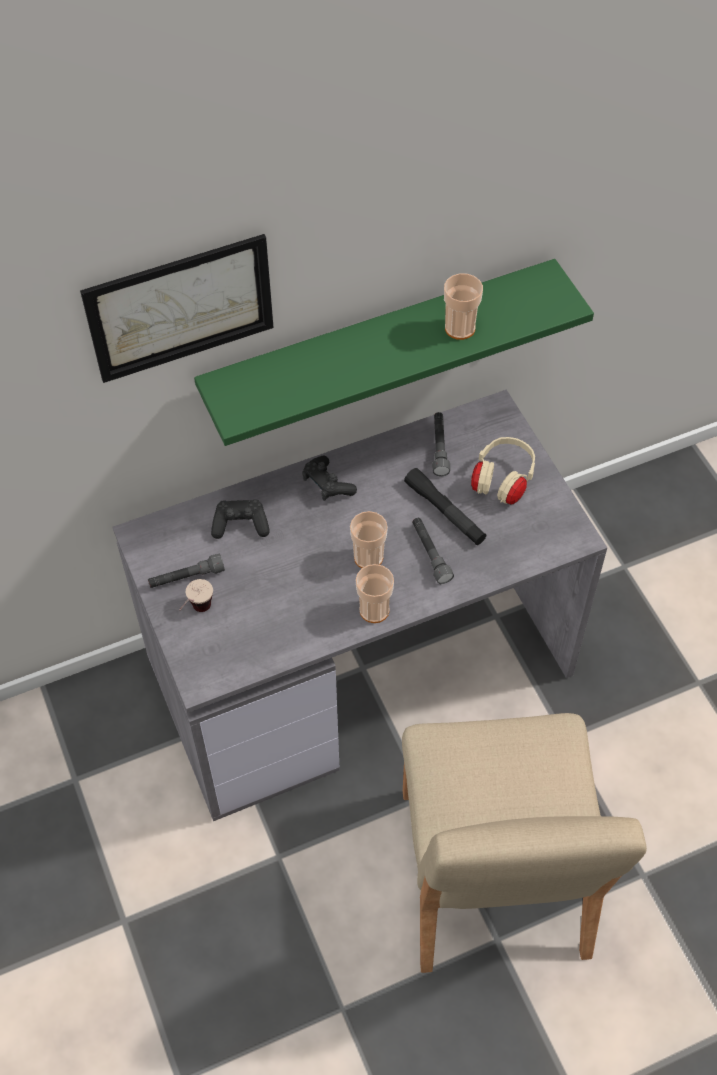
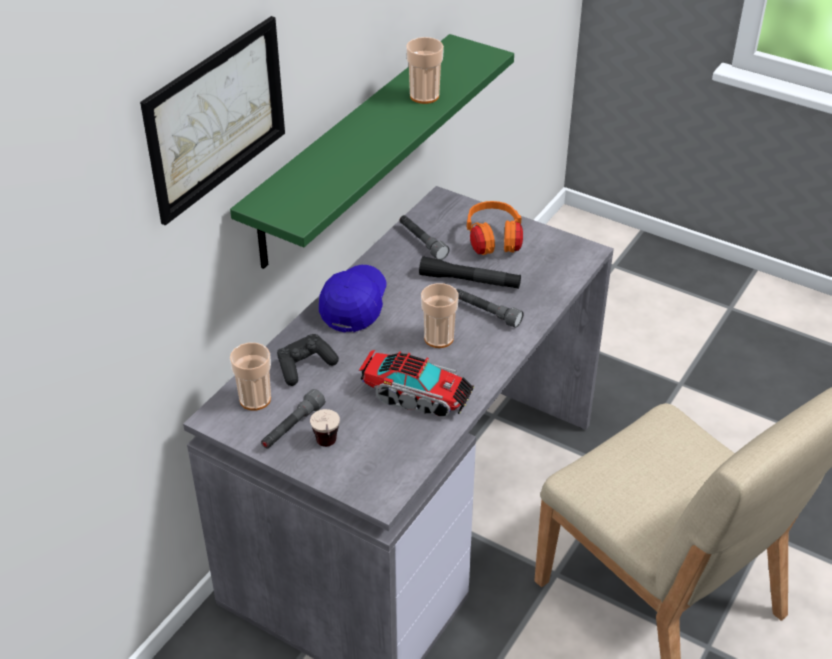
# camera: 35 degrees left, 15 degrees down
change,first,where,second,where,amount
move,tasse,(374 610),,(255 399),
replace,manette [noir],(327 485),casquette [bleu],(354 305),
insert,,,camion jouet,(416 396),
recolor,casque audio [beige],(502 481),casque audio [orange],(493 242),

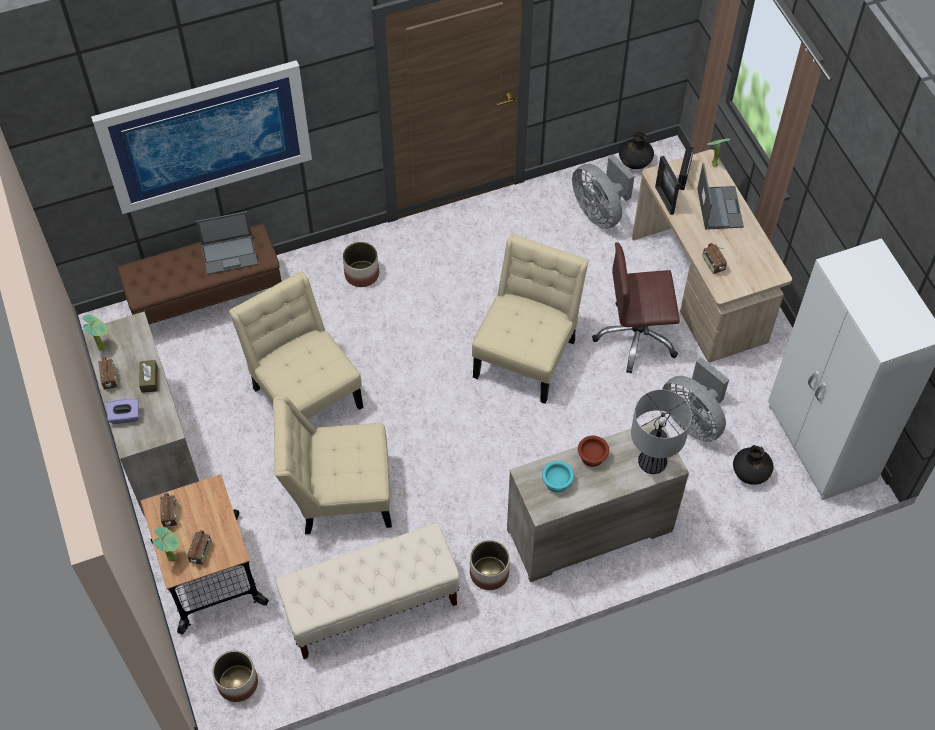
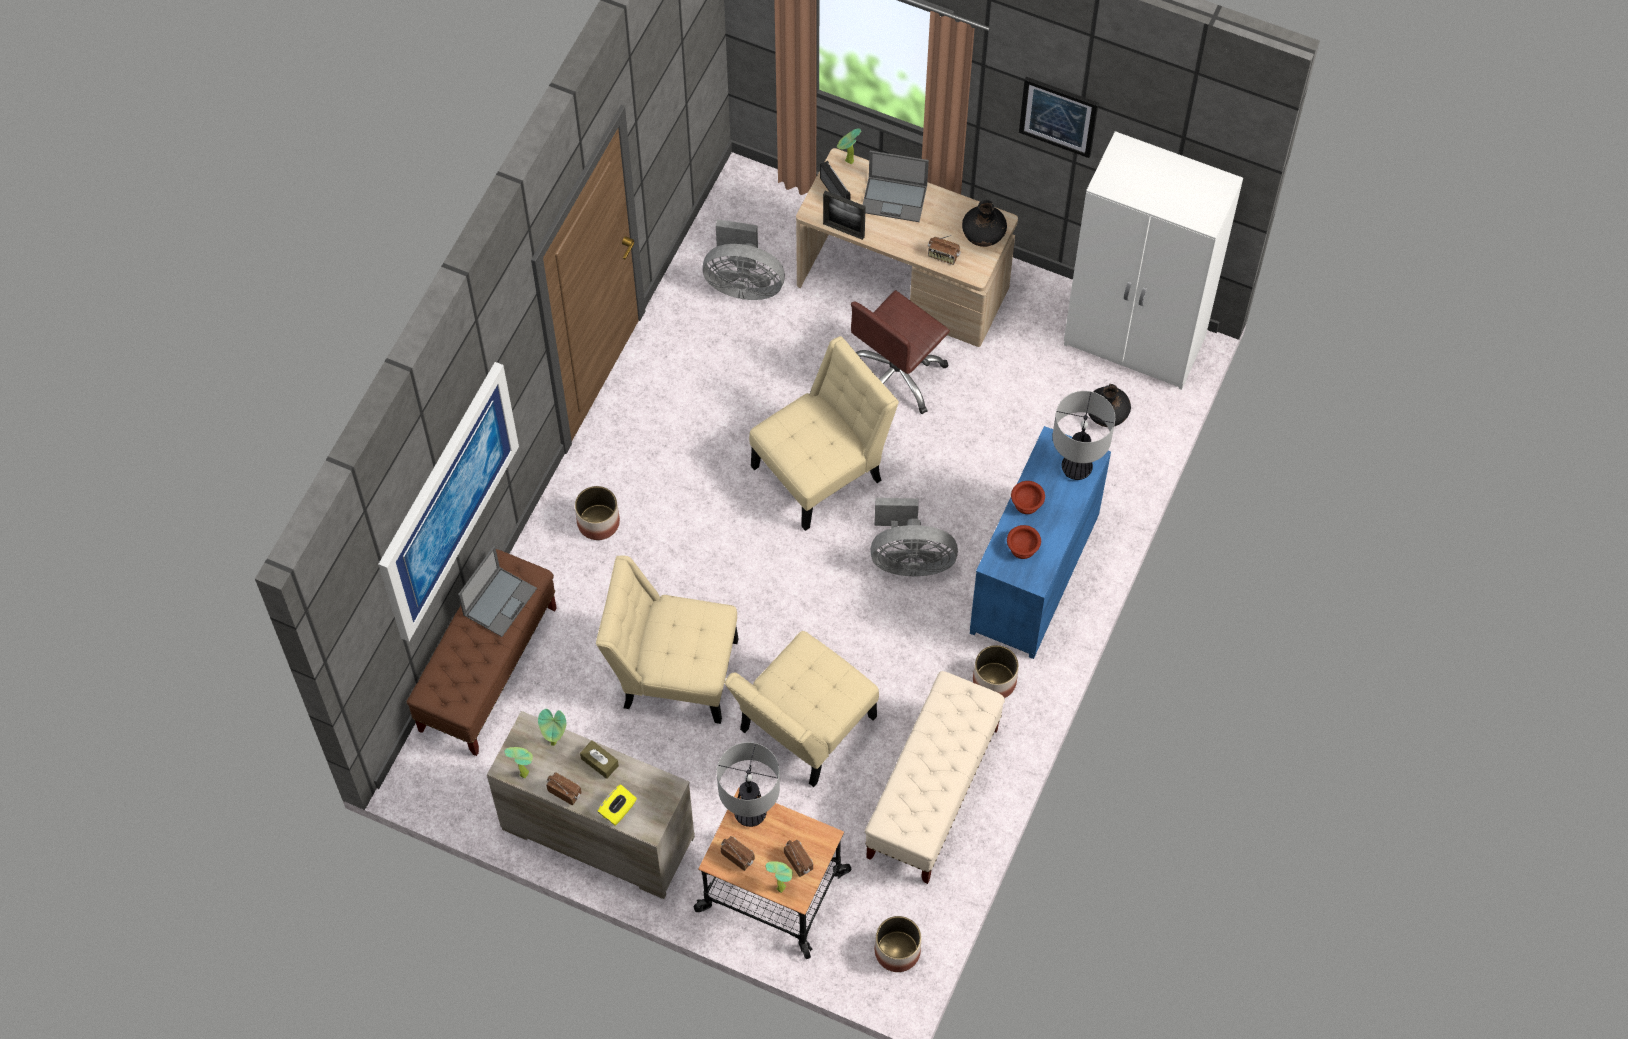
# camera: 45 degrees left, 5 degrees up
change,first,where,second,where,amount
insert,,,plante en pot,(555 742),
recolor,boîte à mouchoirs [violet],(125 417),boîte à mouchoirs [jaune],(618 810),
insert,,,lampe de table,(750 813),
rotate,chaise [beige],(527 354),,(823 469),75 degrees clockwise
rotate,ordinateur portable,(719 207),,(895 199),150 degrees clockwise
move,ventilateur [gris],(693 419),,(909 560),
move,vase [noir],(634 163),,(983 236),
recolor,commode [beige],(589 531),commode [bleu],(1035 576),
recolor,bol [turquoise],(558 482),bol [marron],(1023 547),
insert,,,tableau,(1058 116),

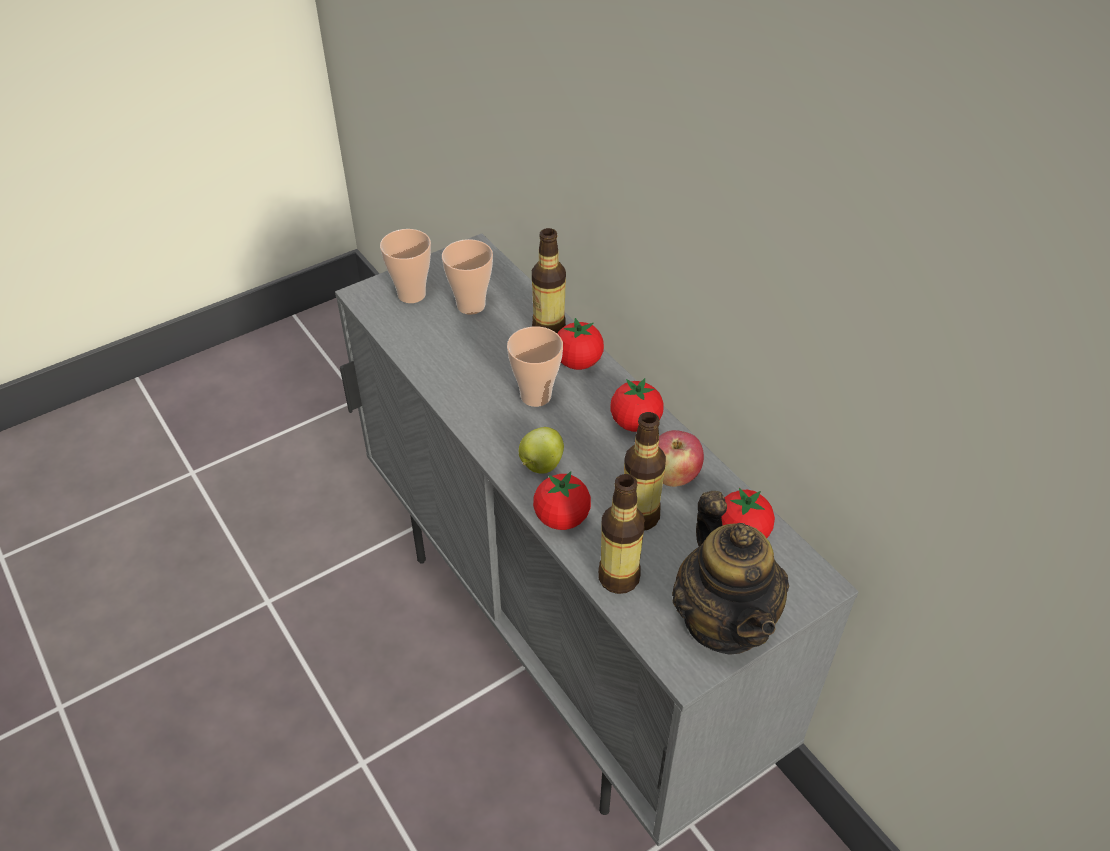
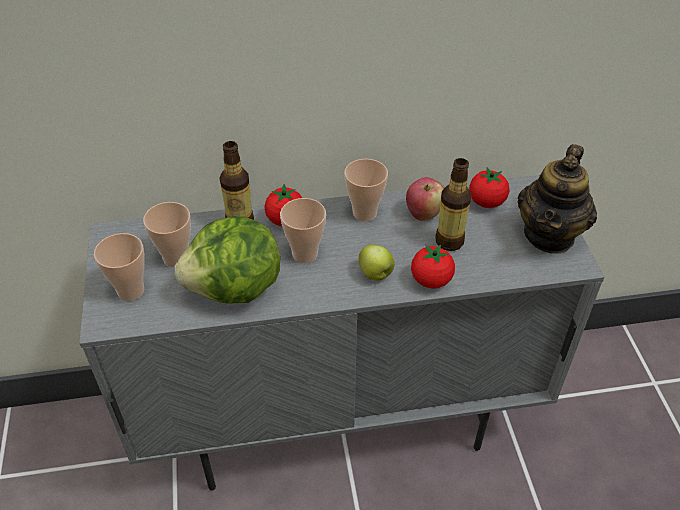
# camera: 65 degrees left, 0 degrees up
change,first,where,second,where,amount
insert,,,laitue,(236 289),
replace,tomate,(635 423),tasse,(364 213),
rotate,théière,(724 621),,(549 235),105 degrees clockwise
delete,bouteille,(618 577),,,

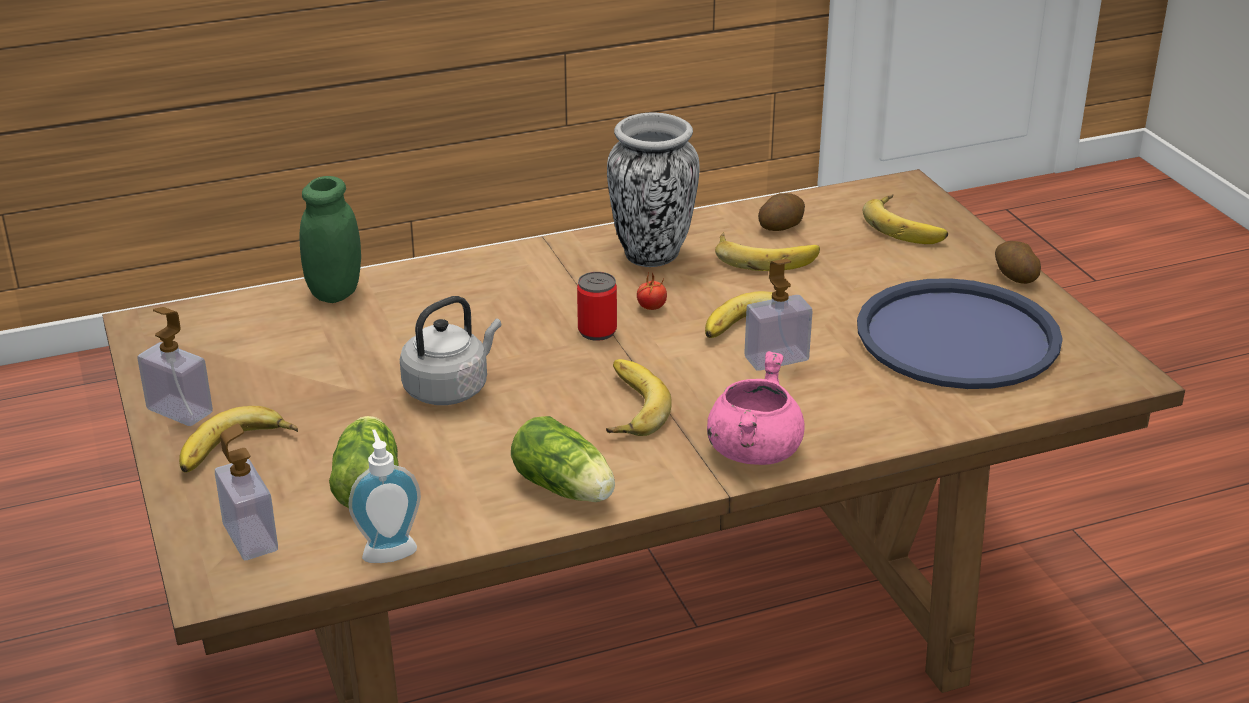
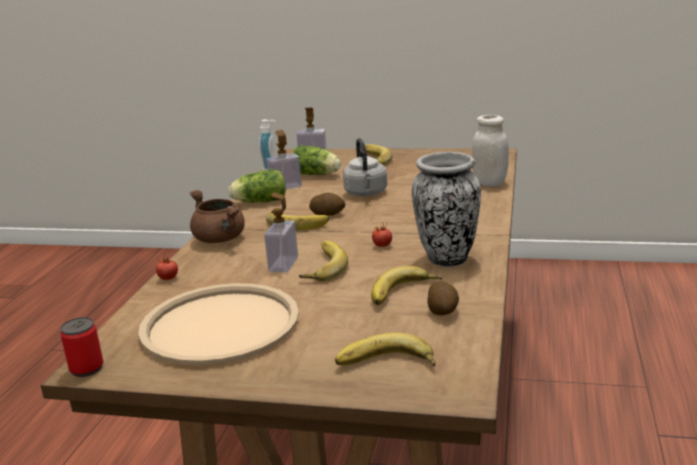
# camera: 125 degrees right, 10 degrees down
change,first,where,second,where,amount
move,boîte métallique,(597 331),,(86 368),
recolor,plateau [bleu],(958 336),plateau [beige],(220 325),
insert,,,tomate,(168 278),
recolor,marmite [rose],(753 450),marmite [marron],(221 239),
move,distributeur de savon,(179 411),,(285 187),
move,pomme de terre,(1014 276),,(328 214),
recolor,bocal [vert],(335 292),bocal [blanc],(489 183),

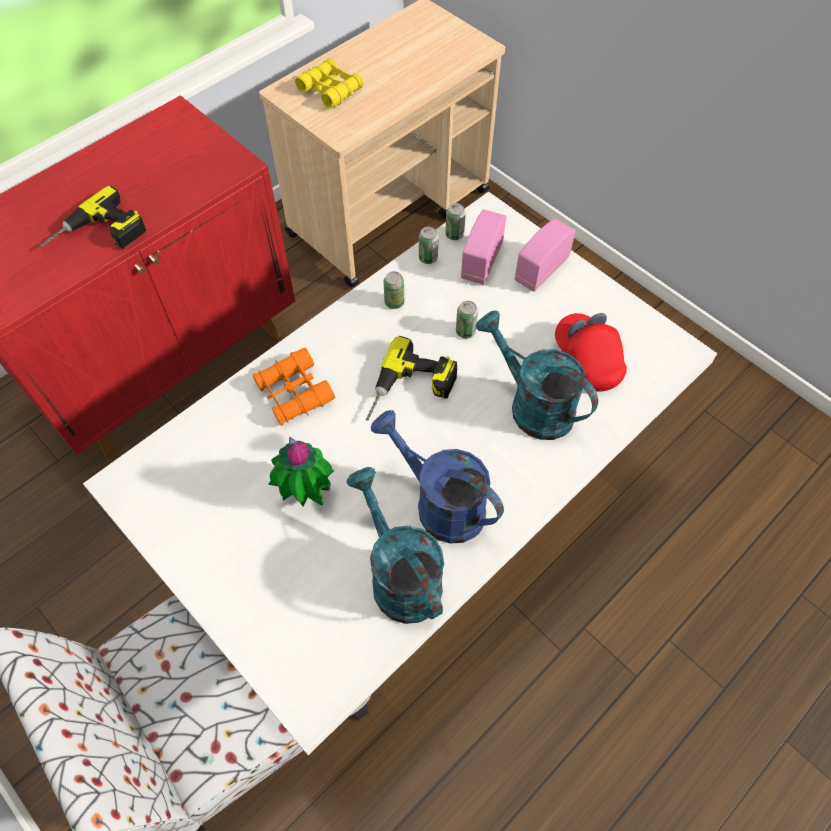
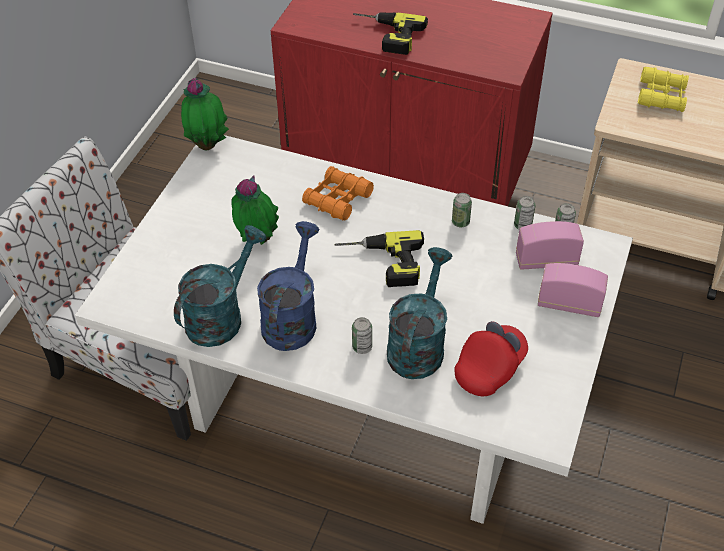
# camera: 65 degrees right, 10 degrees down
change,first,where,second,where,amount
insert,,,plante en pot,(208 144),
move,boîte métallique,(465 331),,(362 347),

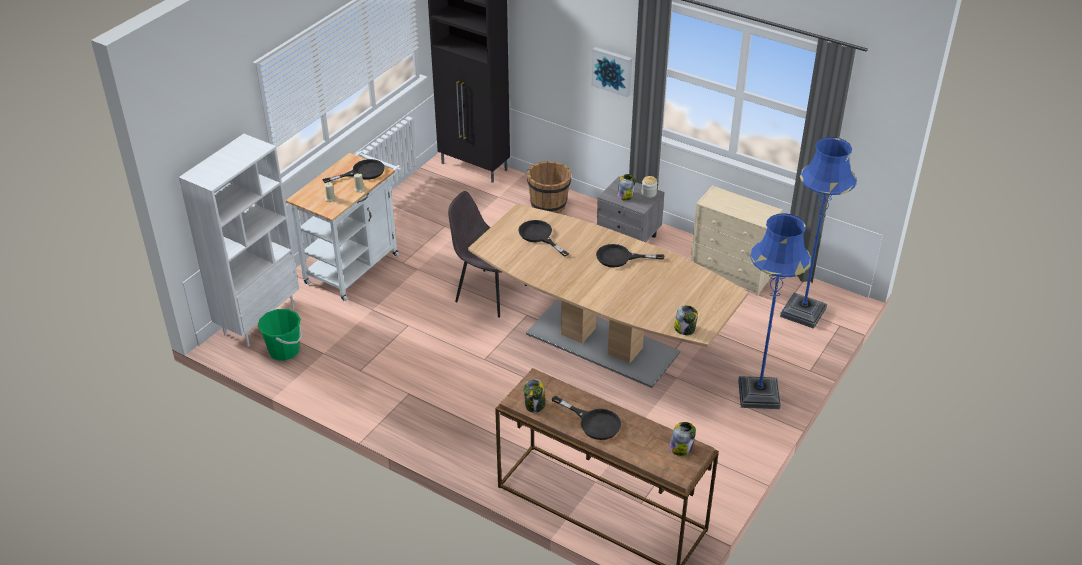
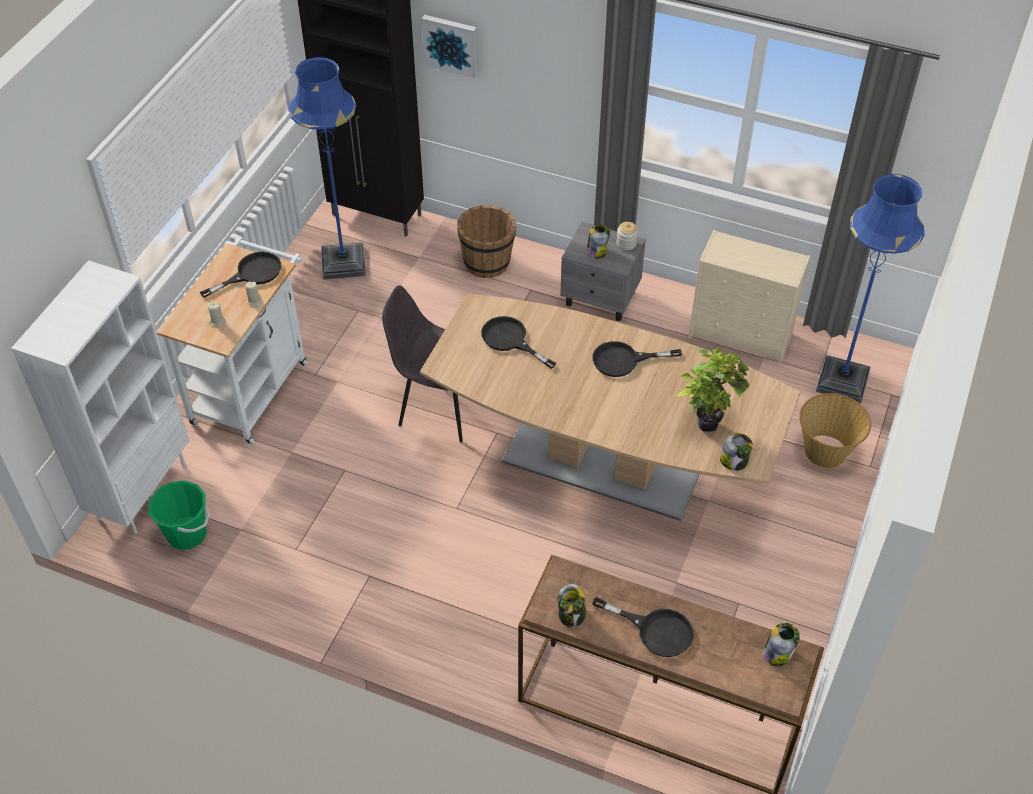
# camera: 10 degrees left, 10 degrees up
change,first,where,second,where,amount
move,lampadaire [bleu],(759 394),,(343 263),
move,tableau,(612 71),,(451 44),
insert,,,plante en pot,(707 420),
insert,,,panier,(826 451),

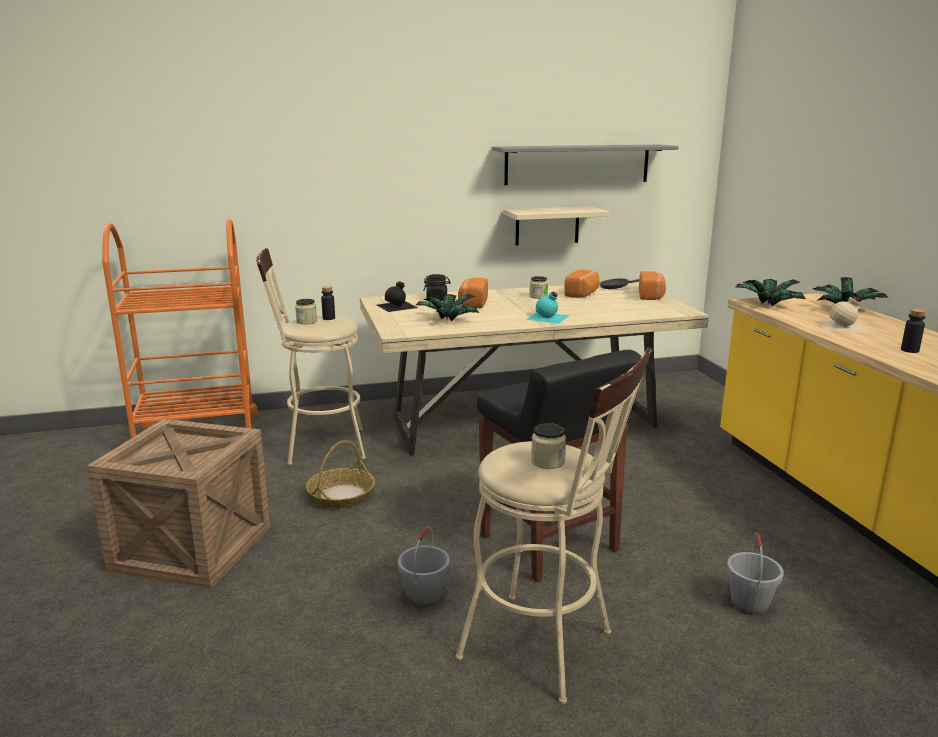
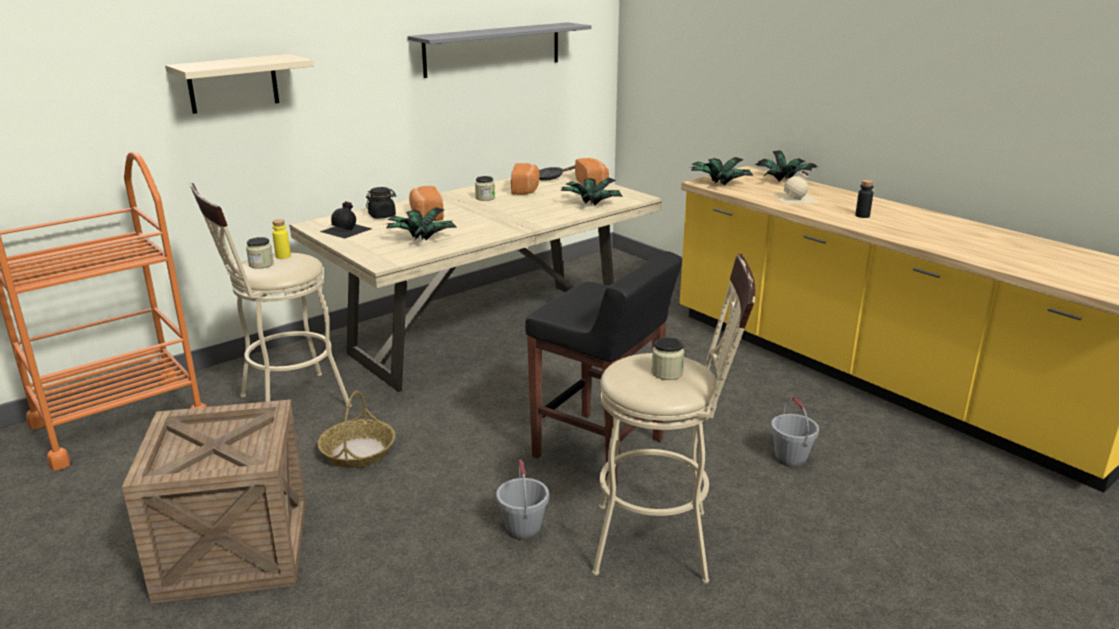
# camera: 25 degrees left, 5 degrees up
change,first,where,second,where,amount
move,étagère [beige],(547 225),,(233 83),
recolor,bouteille [noir],(329 318),bouteille [jaune],(283 256),
insert,,,plante en pot,(590 204),
delete,bouteille [turquoise],(548 317),,,

